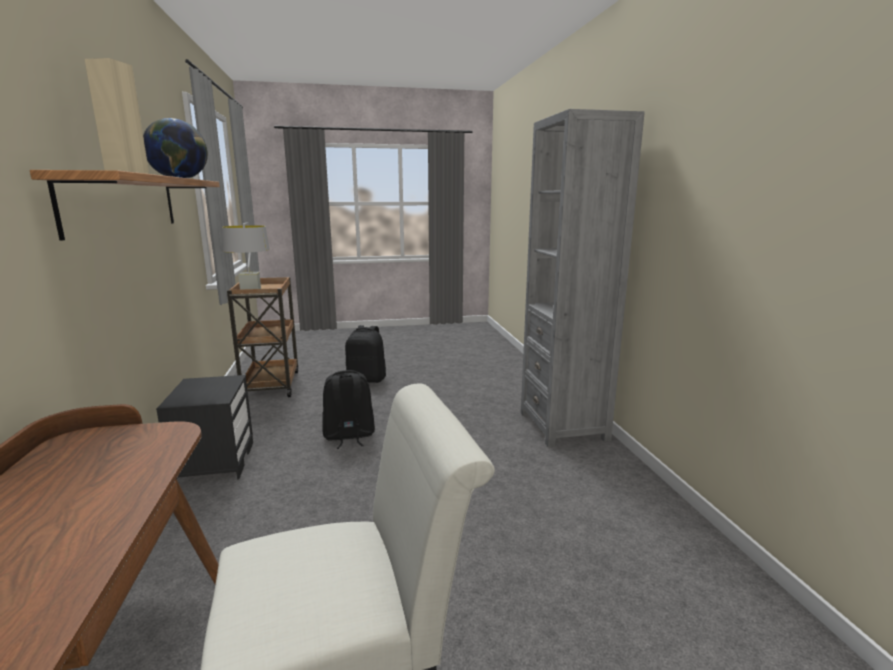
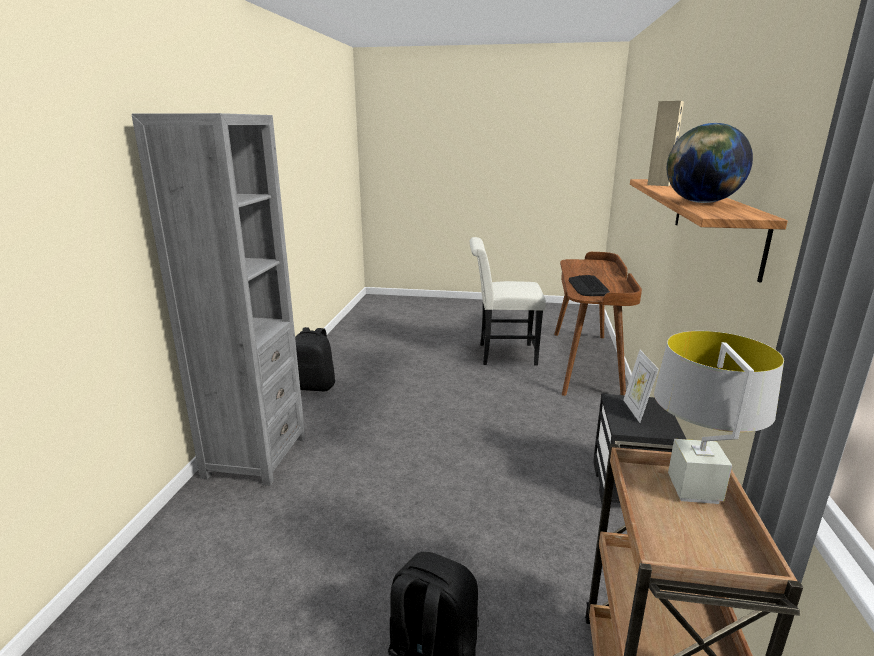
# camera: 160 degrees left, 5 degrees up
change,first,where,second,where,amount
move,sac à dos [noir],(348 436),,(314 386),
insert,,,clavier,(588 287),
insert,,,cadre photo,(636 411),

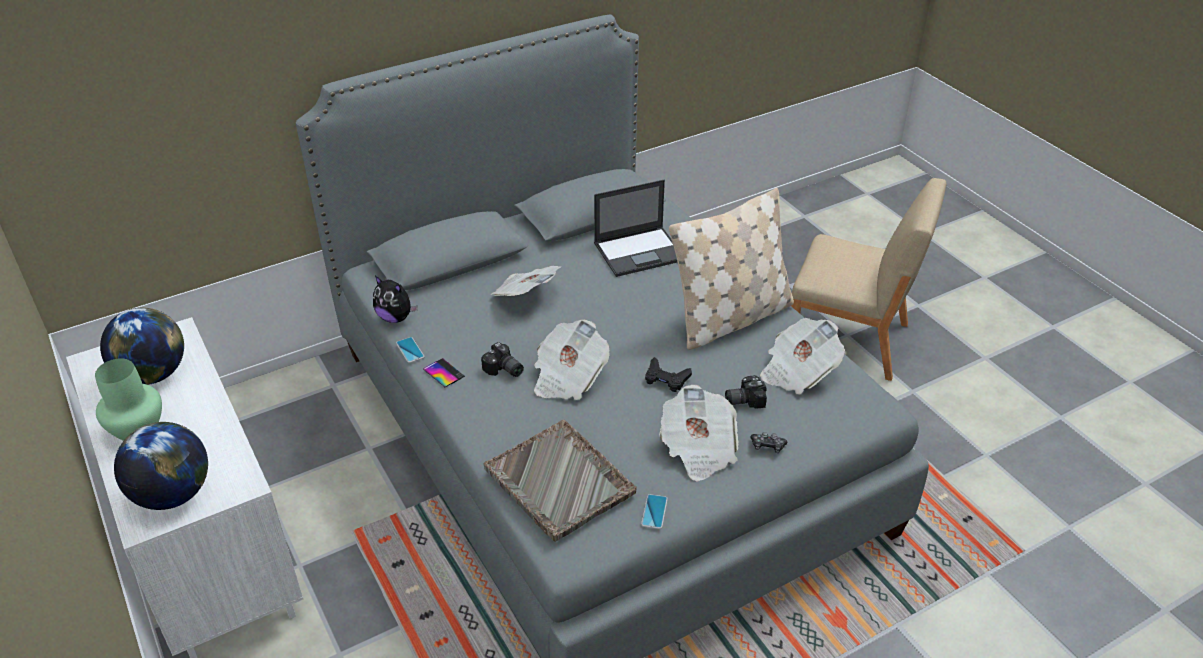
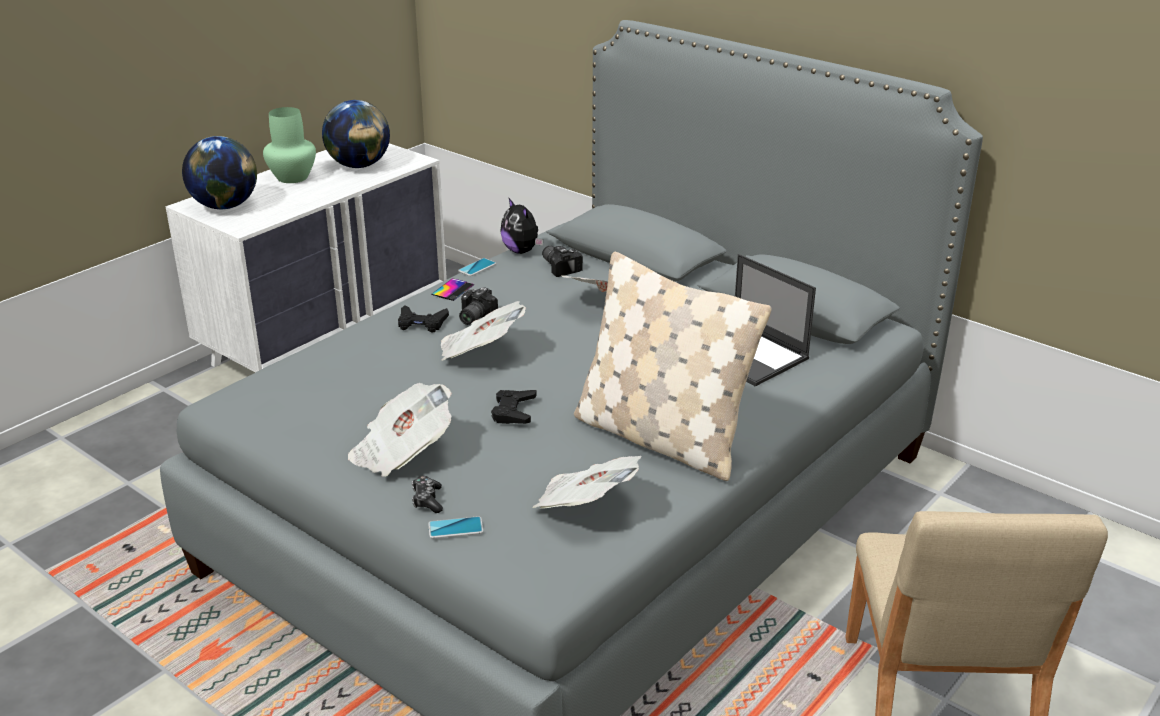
# camera: 70 degrees right, 10 degrees down
change,first,where,second,where,amount
insert,,,manette [noir],(421 323),
move,téléphone,(654 512),,(455 528),
rotate,peluche,(396 317),,(522 251),45 degrees counterclockwise
move,appareil photo,(743 399),,(561 267),
delete,plateau [gris],(560 482),,,

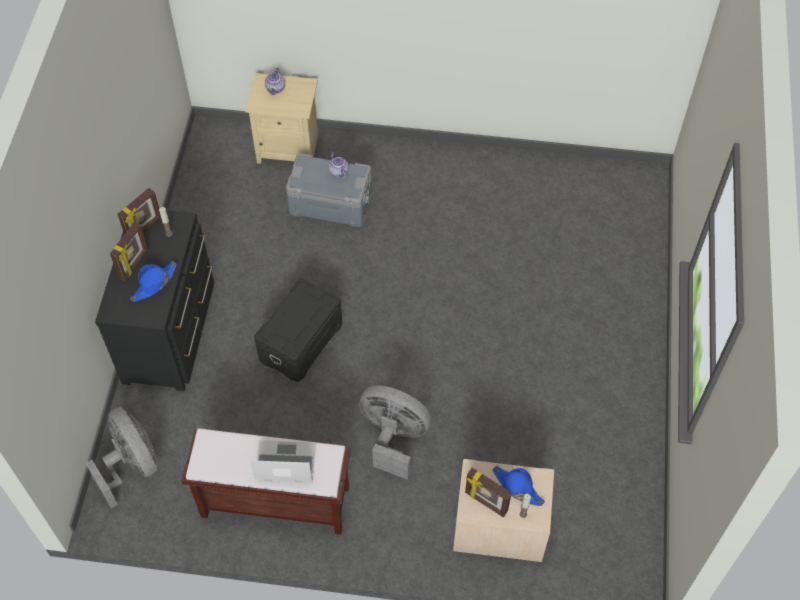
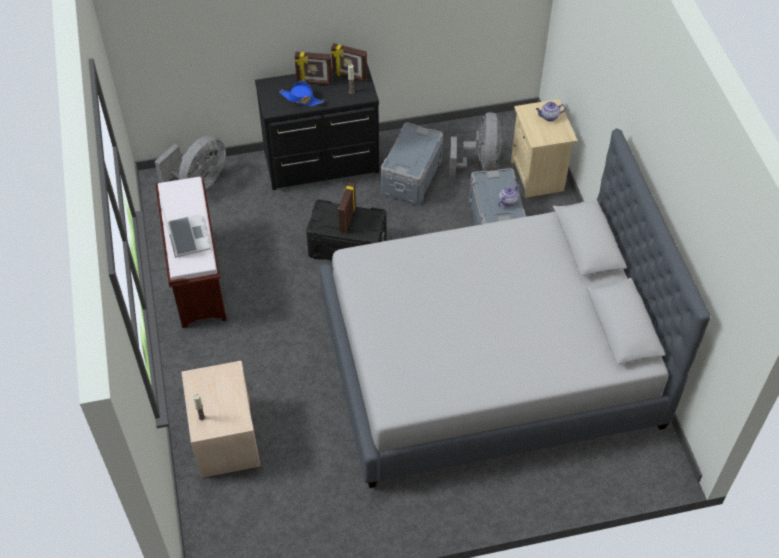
# camera: 70 degrees right, 5 degrees down
change,first,where,second,where,amount
insert,,,lit [gris],(489 363),
move,cadre photo,(485 502),,(347 219),
insert,,,boîte de rangement [gris],(412 177),
move,ventilateur [gris],(393 437),,(479 164),
delete,chapeau [bleu],(517 487),,,

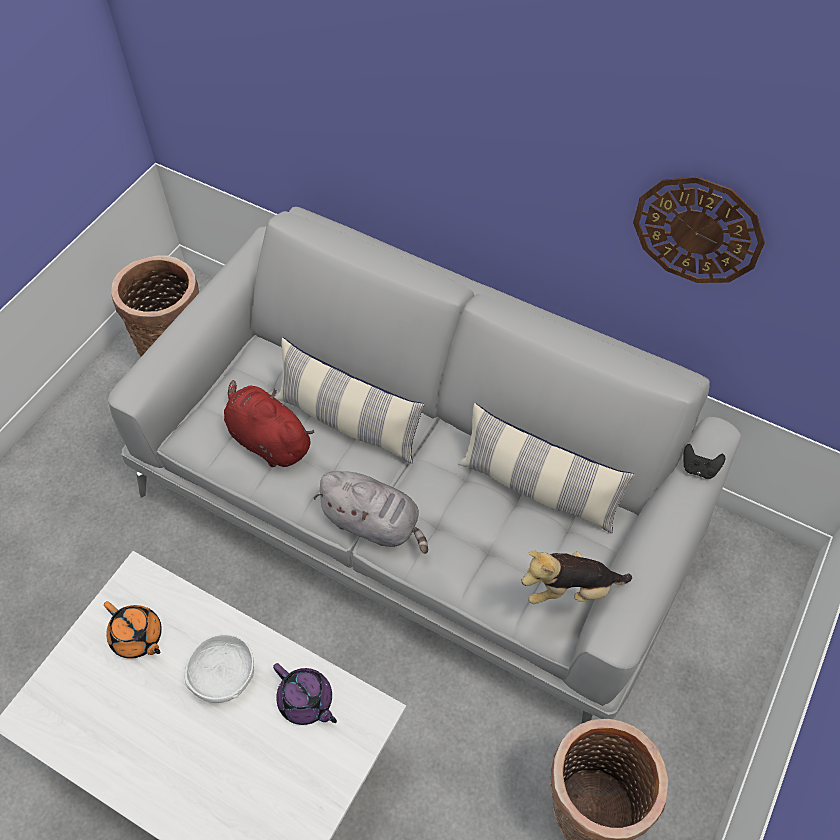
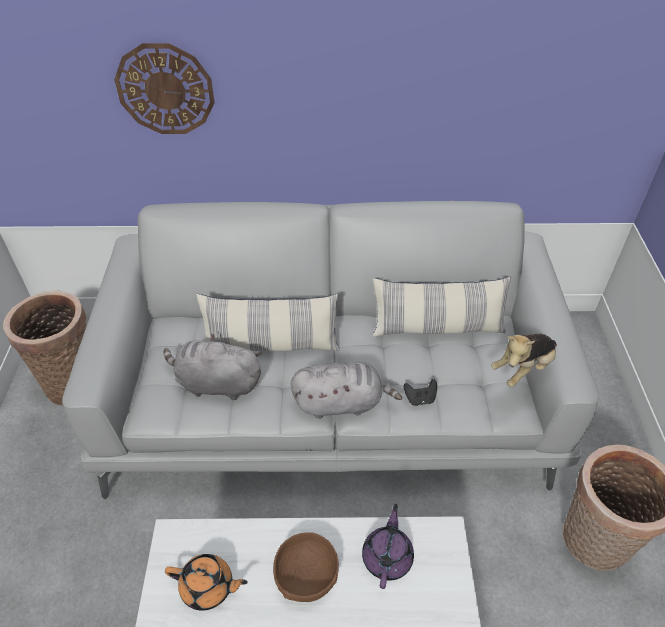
# camera: 30 degrees left, 10 degrees down
change,first,where,second,where,amount
move,horloge murale,(697 230),,(165 89),
recolor,peluche [rouge],(267 439),peluche [gris],(216 383),
recolor,bol [blanc],(223 675),bol [marron],(306 575),
rotate,théière [violet],(306 701),,(387 557),90 degrees counterclockwise
move,manette [noir],(699 468),,(420 399),

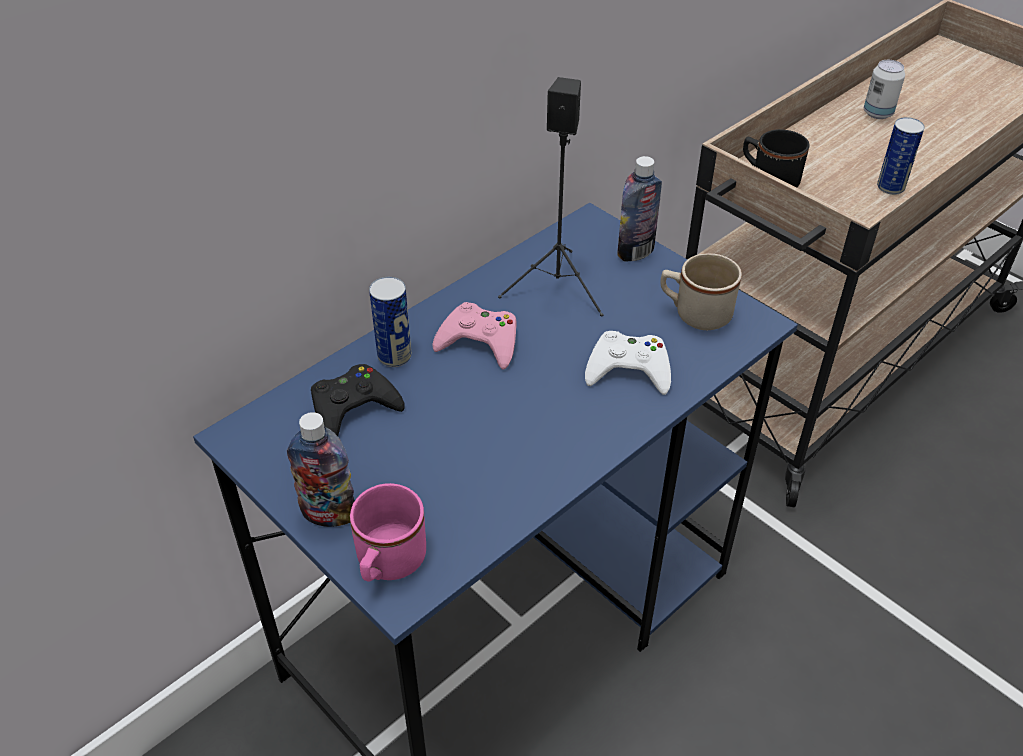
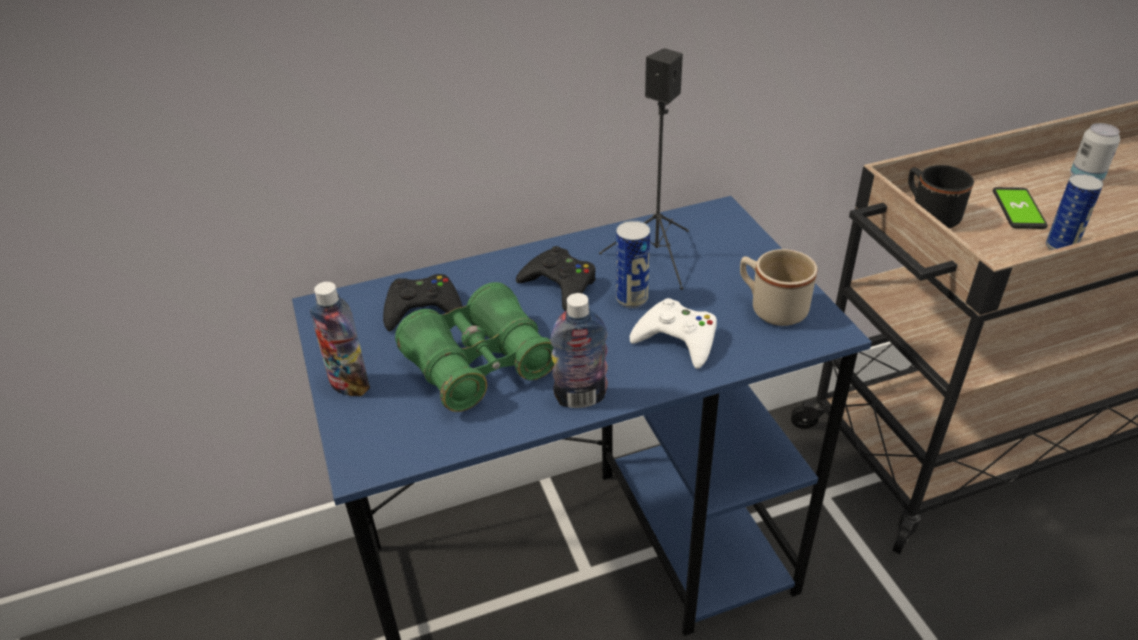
# camera: 25 degrees right, 5 degrees down
change,first,where,second,where,amount
insert,,,jumelles [vert],(479 365),
recolor,manette [rose],(479 342),manette [noir],(559 284),
move,bouteille,(635 252),,(581 397),
move,boîte métallique,(394 356),,(632 299),
insert,,,téléphone,(1018 209),
delete,mug [rose],(387 564),,,

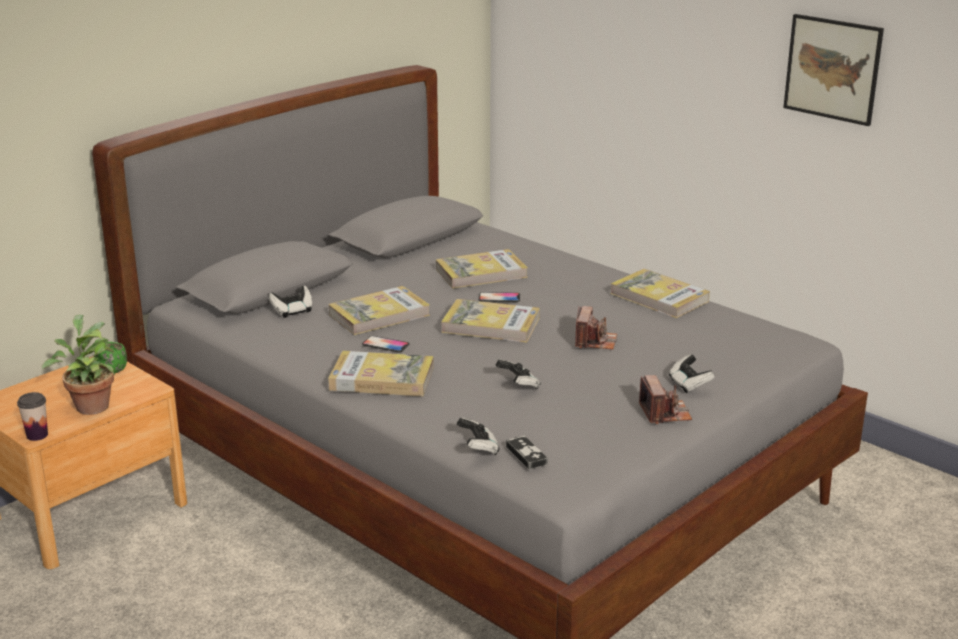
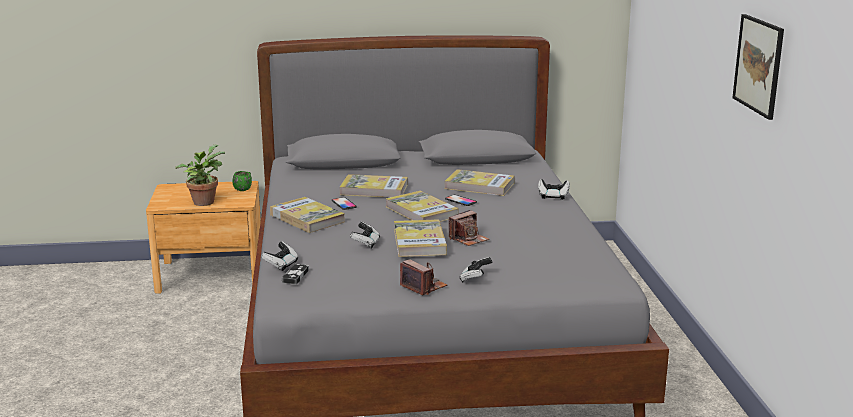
# camera: 40 degrees right, 5 degrees down
change,first,where,second,where,amount
move,livre,(659 297),,(419 242),
rotate,appareil photo,(664 413),,(423 287),75 degrees counterclockwise
move,manette,(292 311),,(553 196),
delete,tasse,(37 435),,,

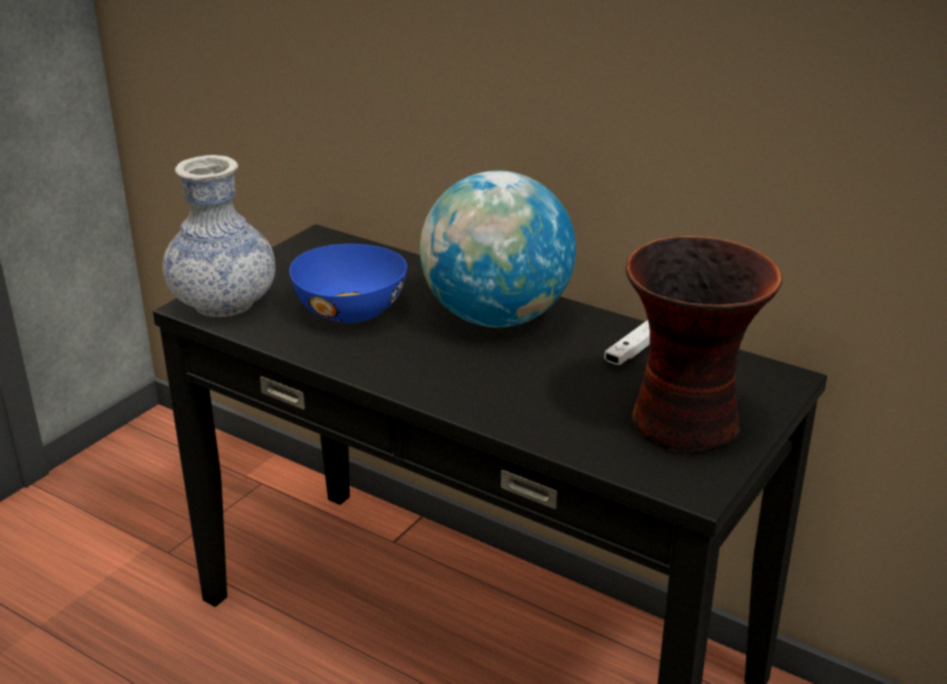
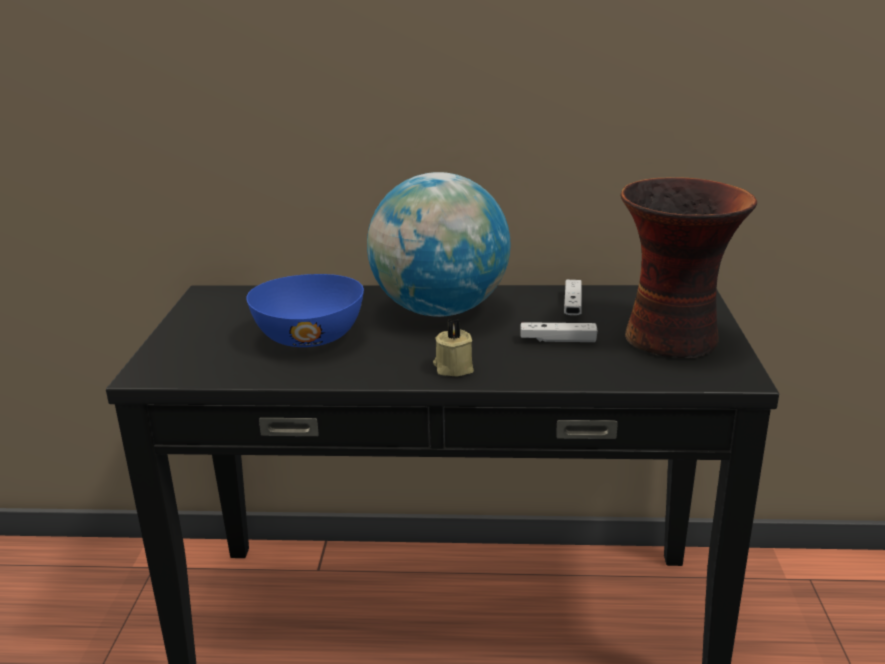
# camera: 30 degrees left, 5 degrees down
change,first,where,second,where,amount
insert,,,bougie [beige],(453 368),
insert,,,manette [blanc],(558 340),
delete,vase,(224 303),,,

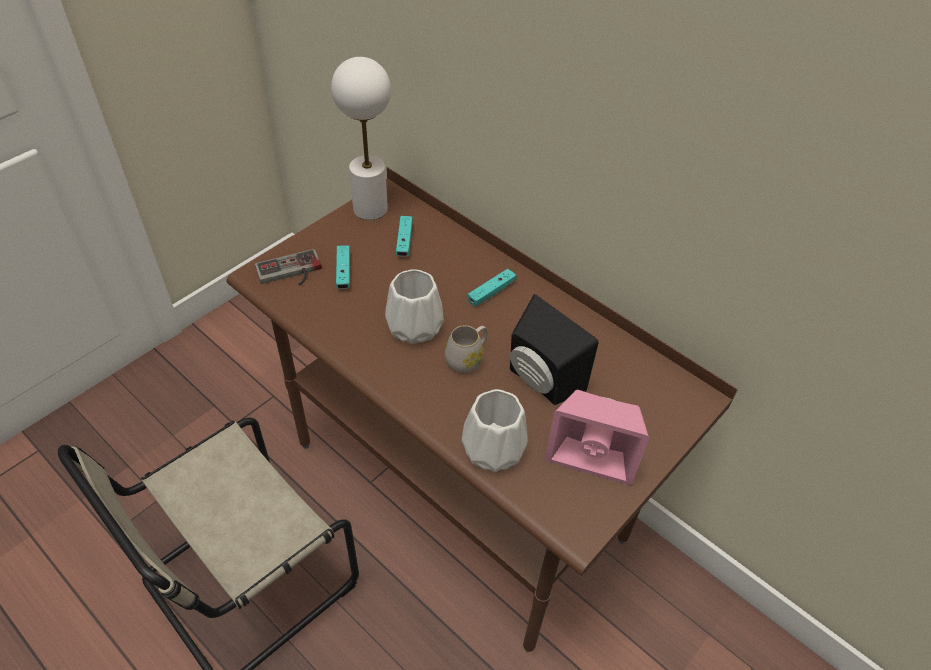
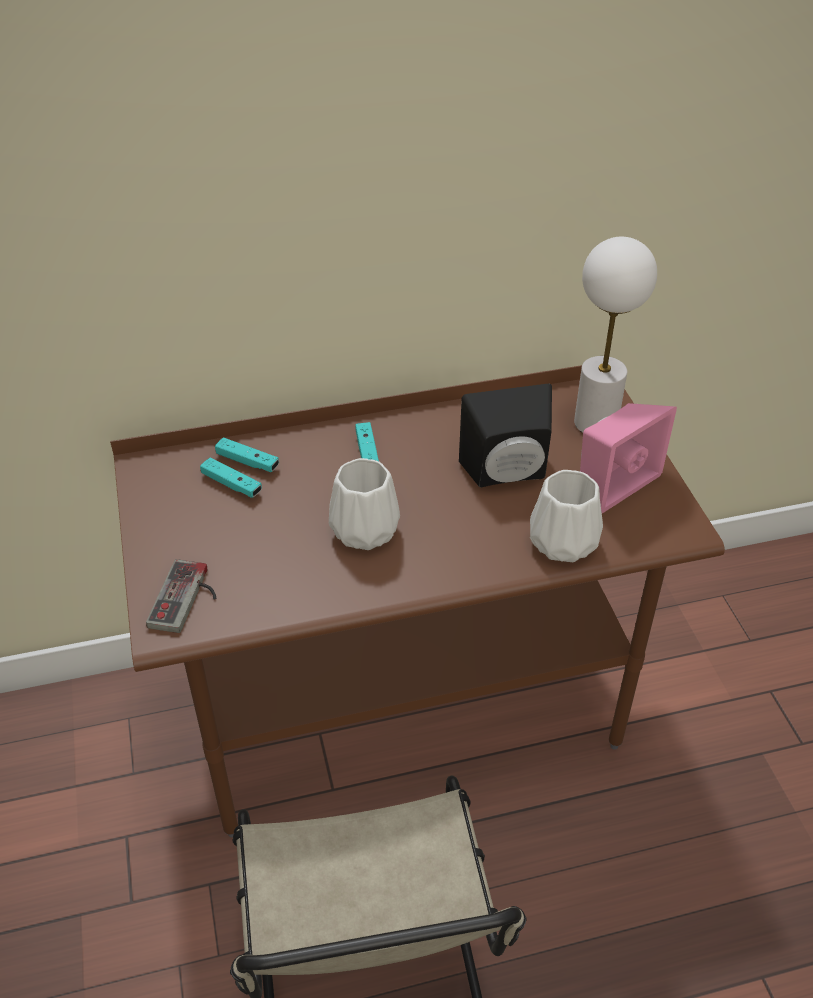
# camera: 55 degrees left, 5 degrees down
change,first,where,second,where,amount
move,manette [turquoise],(343 272),,(247 462),
move,lampe de table [blanc],(370 208),,(595 422),
delete,mug [blanc],(467 358),,,

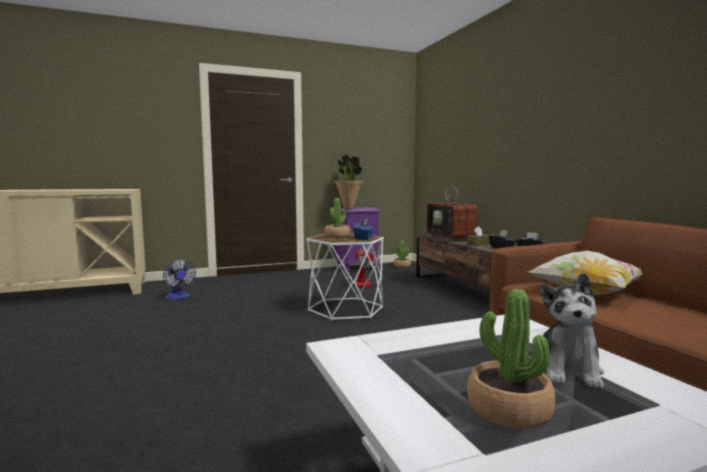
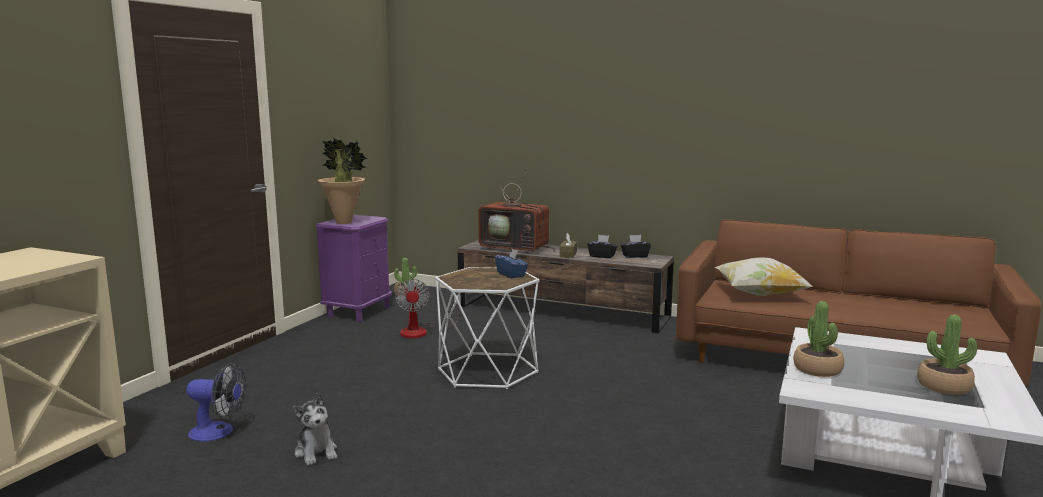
# camera: 45 degrees left, 5 degrees up
change,first,where,second,where,amount
move,peluche,(568 370),,(316 452),
rotate,ventilateur,(364 283),,(421 331),75 degrees clockwise
move,plante en pot,(337 237),,(818 369),

